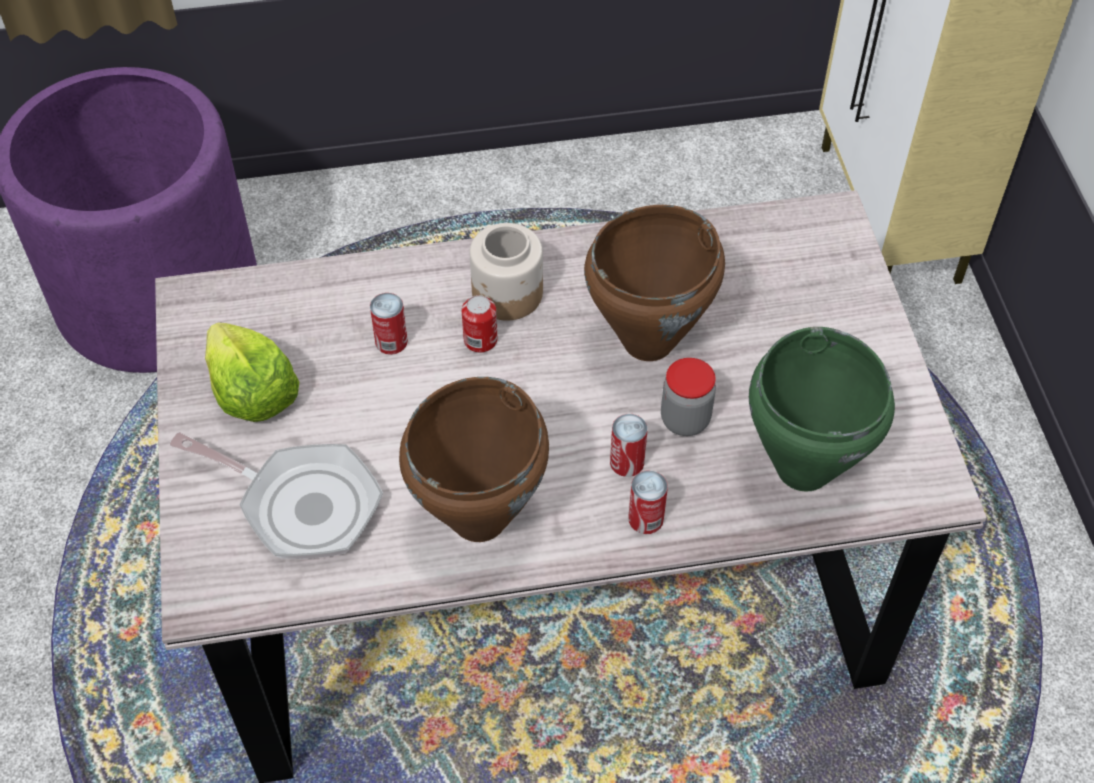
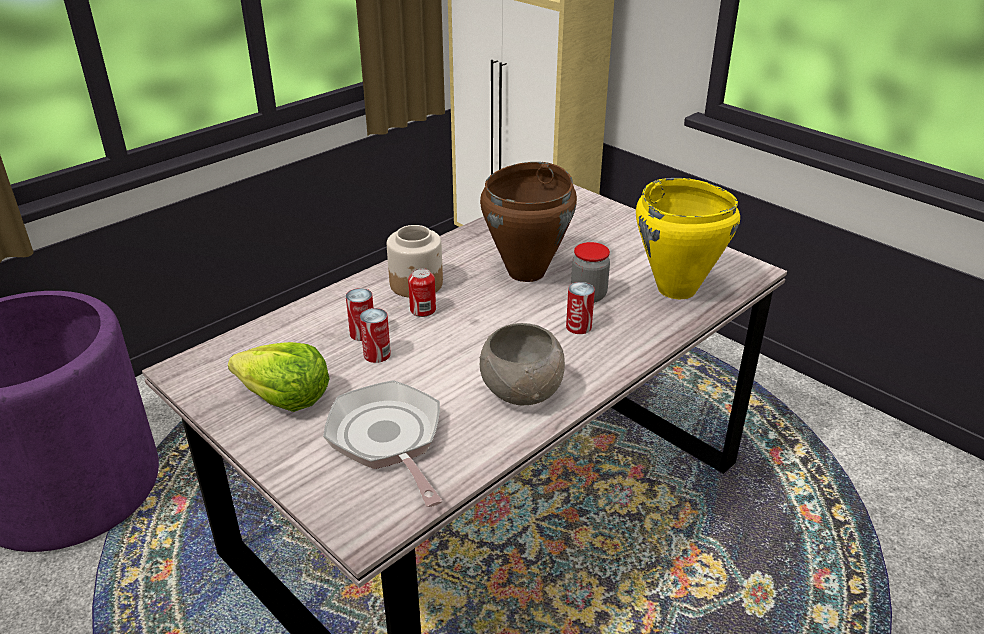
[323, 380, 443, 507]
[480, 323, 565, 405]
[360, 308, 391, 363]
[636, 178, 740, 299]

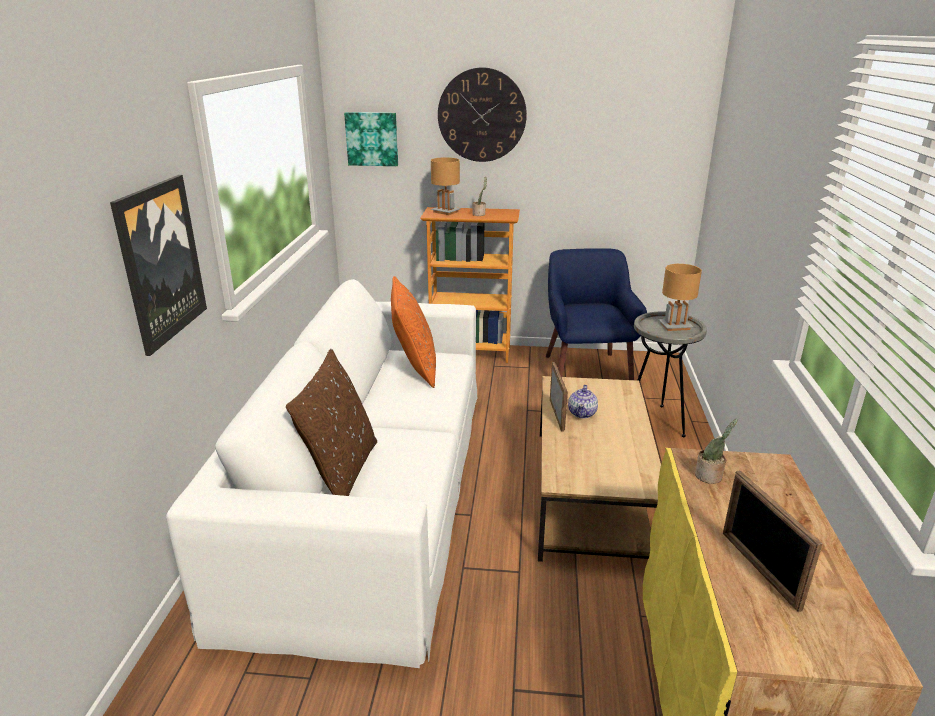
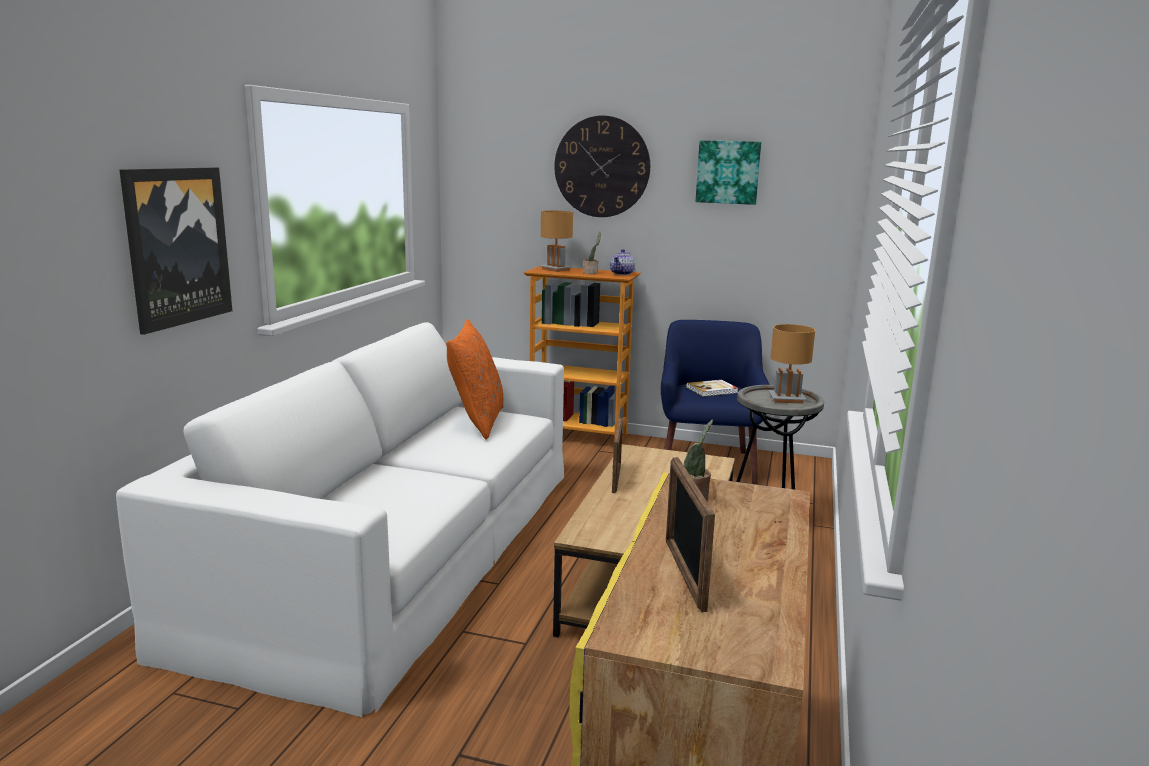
[286, 349, 377, 496] (first image)
[696, 140, 761, 205]
[610, 249, 635, 275]
[686, 380, 738, 397]

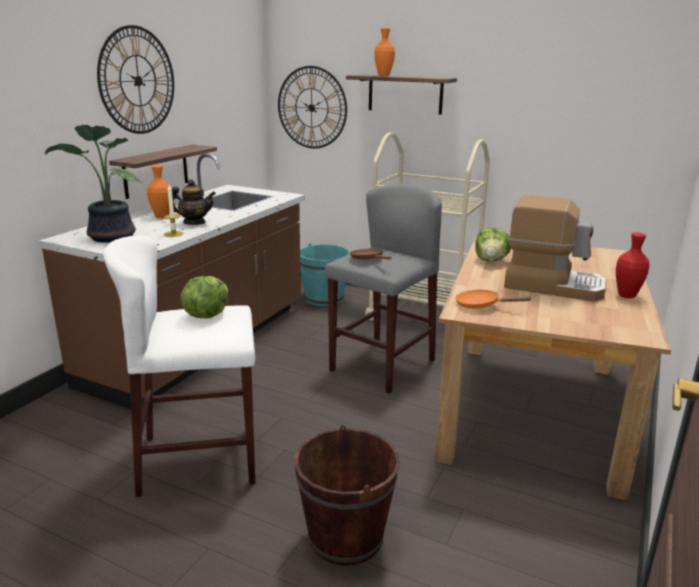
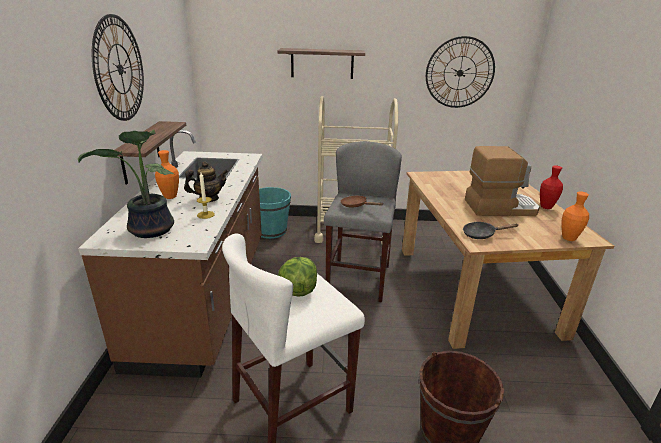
[426, 36, 495, 108]
[562, 191, 589, 241]
[463, 222, 519, 239]
[475, 227, 511, 262] (first image)

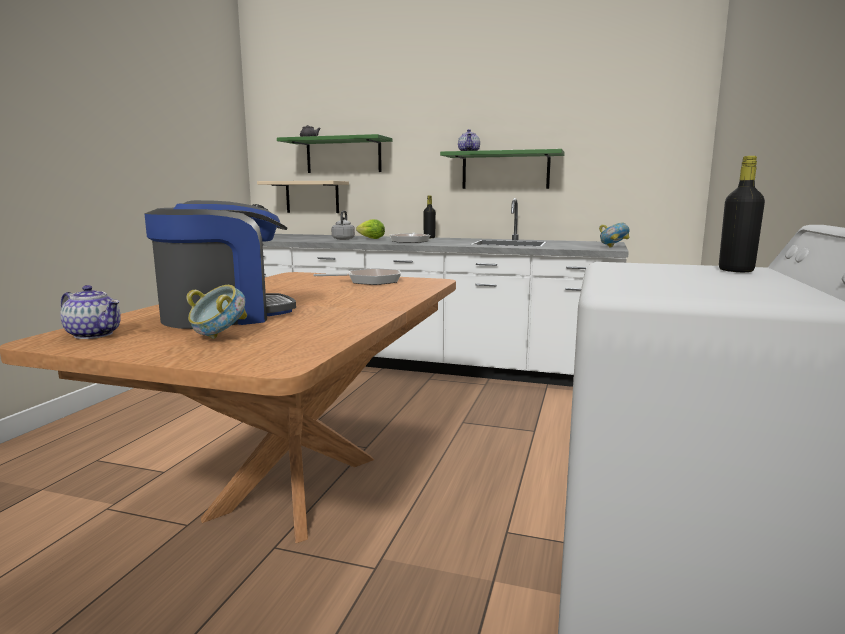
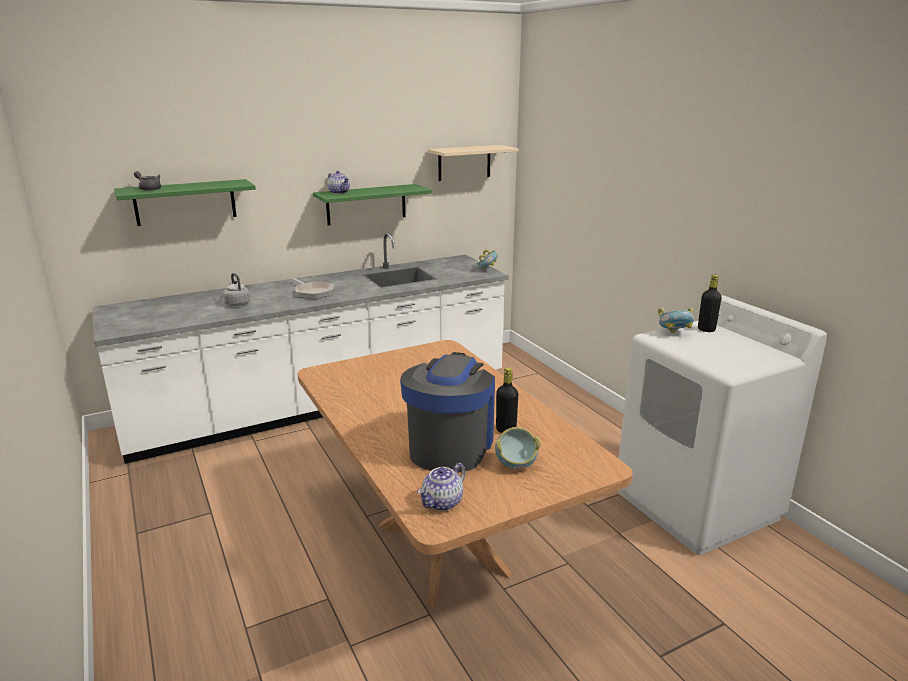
[417, 463, 466, 511]
[427, 145, 518, 181]
[314, 268, 401, 285] (first image)
[356, 219, 385, 239] (first image)
[496, 368, 518, 433]
[658, 308, 694, 333]

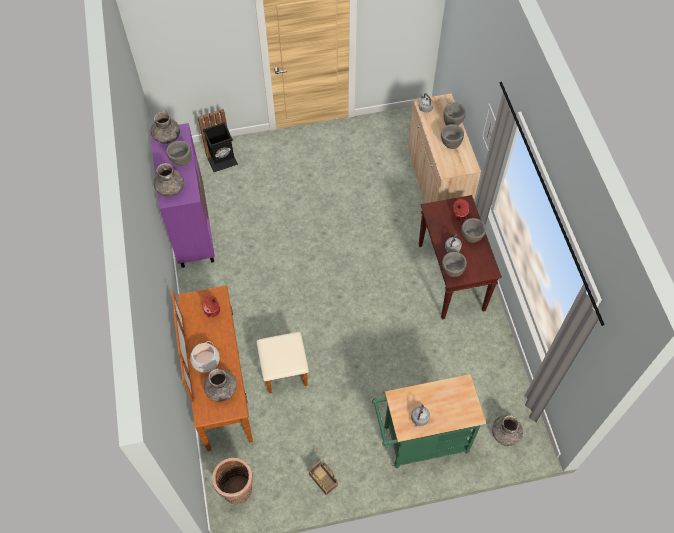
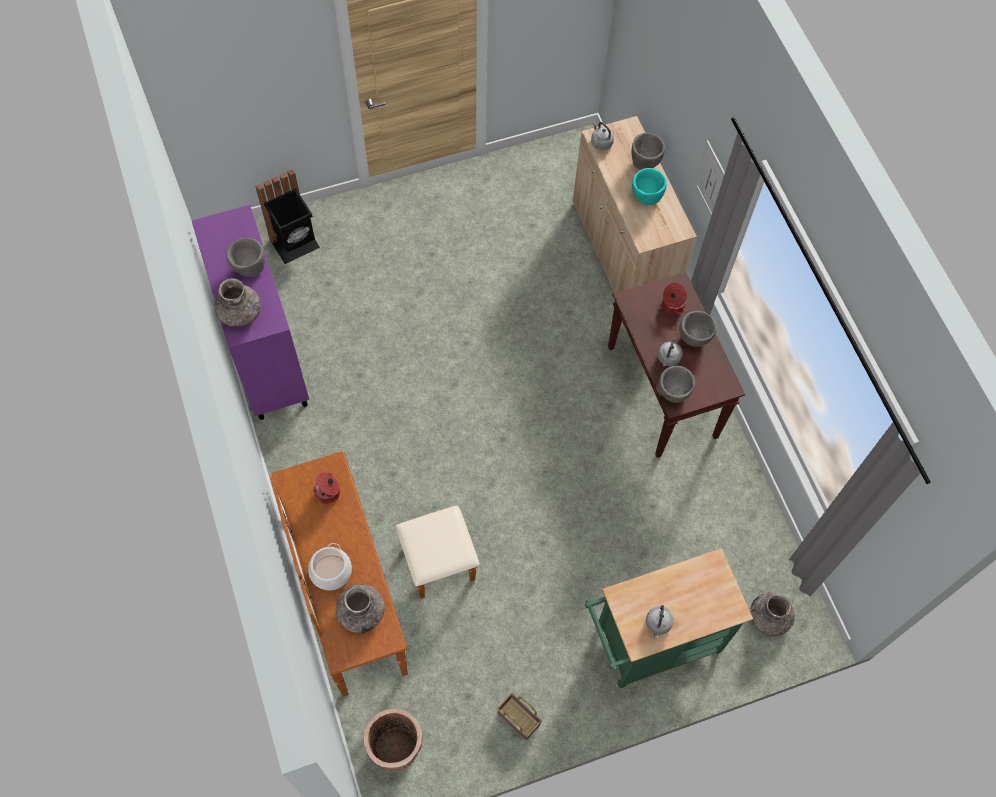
[151, 111, 180, 144] (first image)
[632, 168, 667, 205]

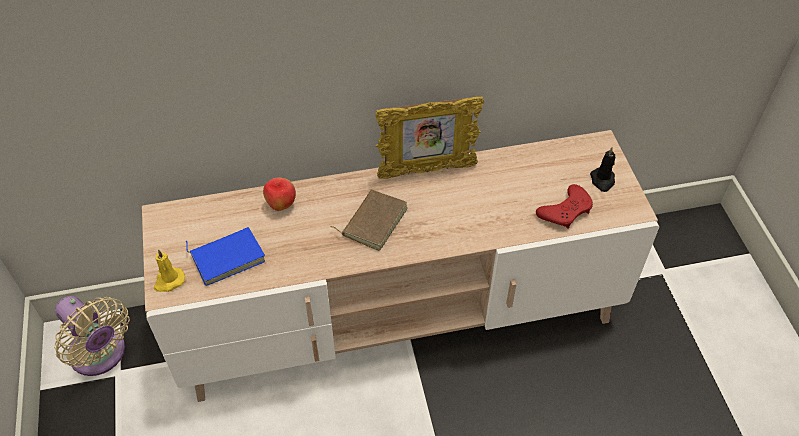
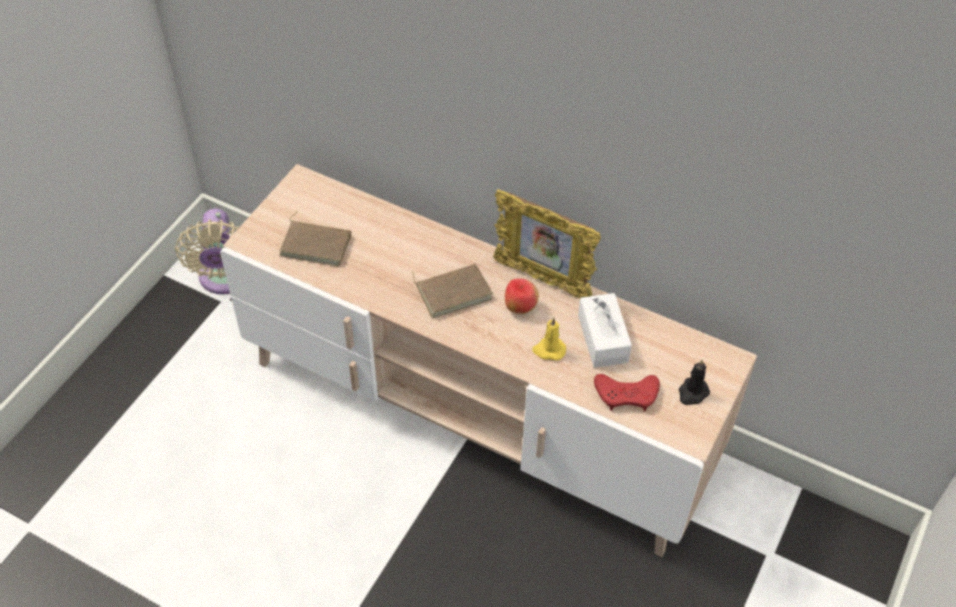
[532, 317, 566, 360]
[279, 211, 351, 267]
[505, 278, 539, 314]
[578, 293, 632, 368]

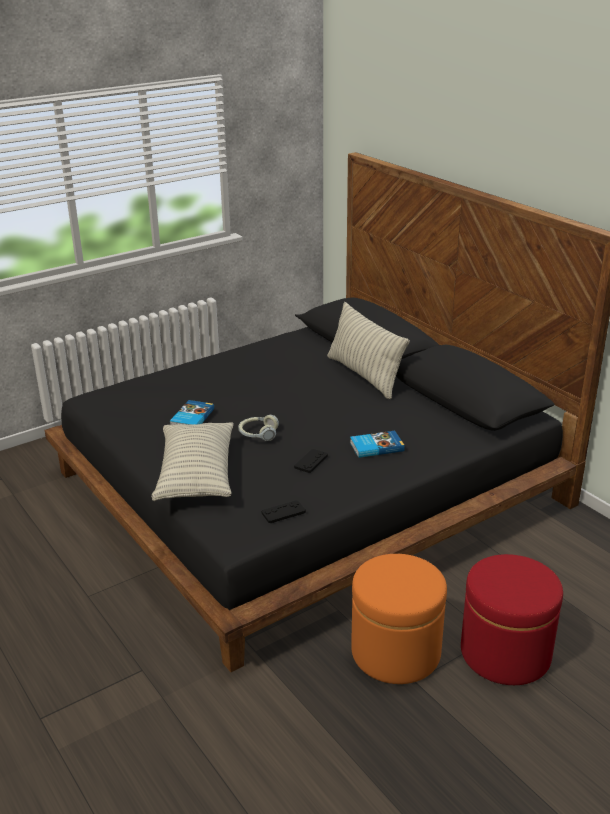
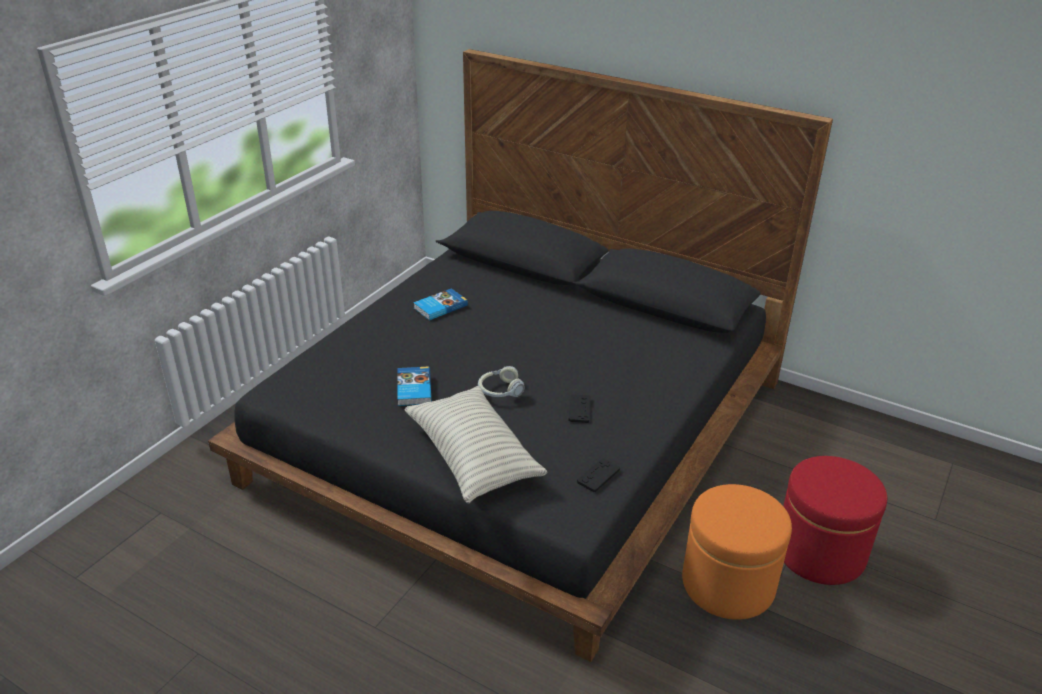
[327, 302, 410, 399] (first image)
[414, 288, 468, 320]

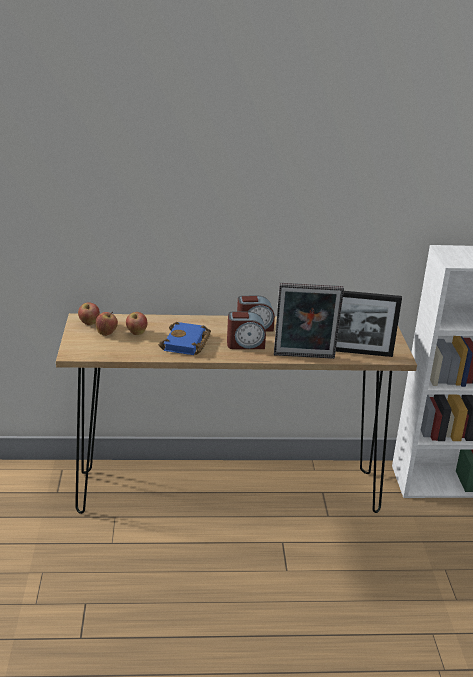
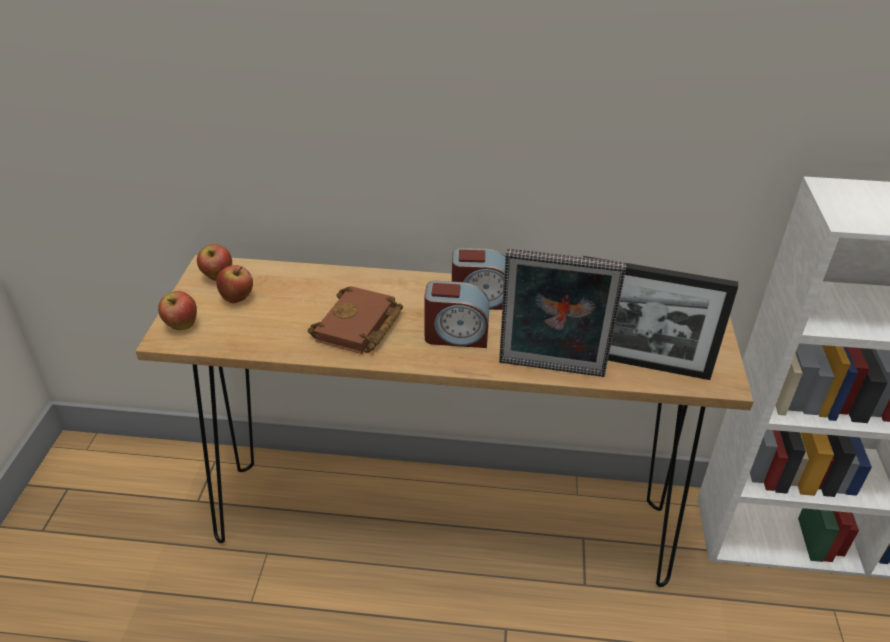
[158, 291, 197, 330]
[308, 286, 403, 354]

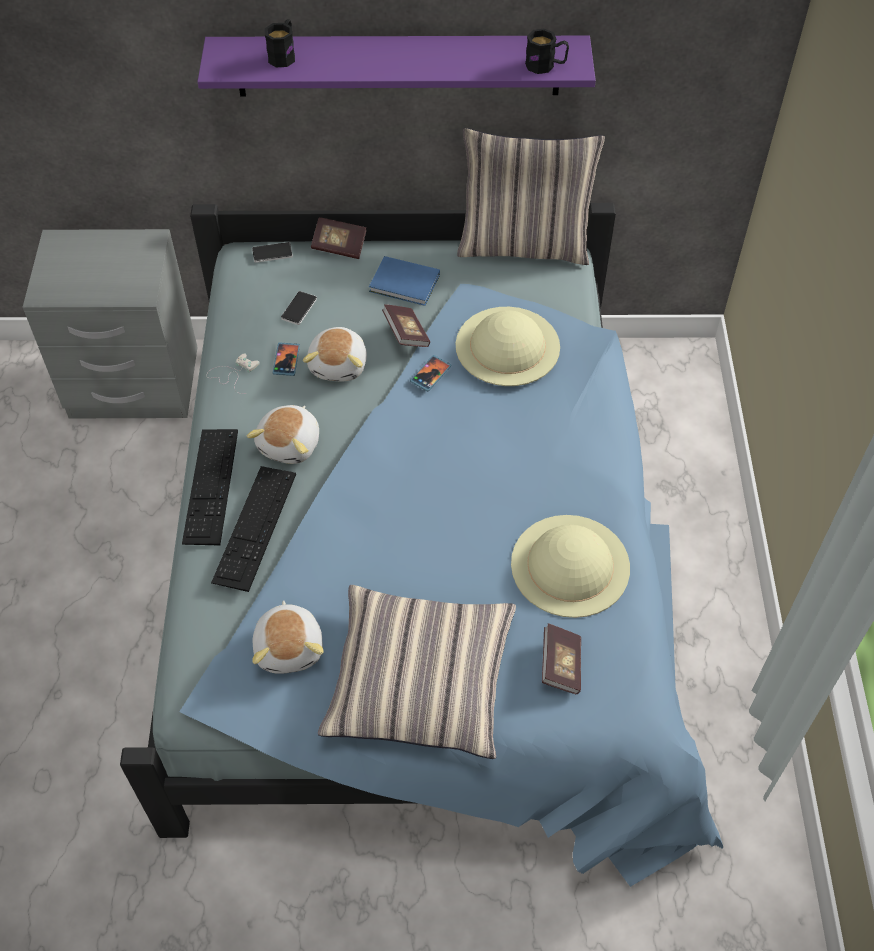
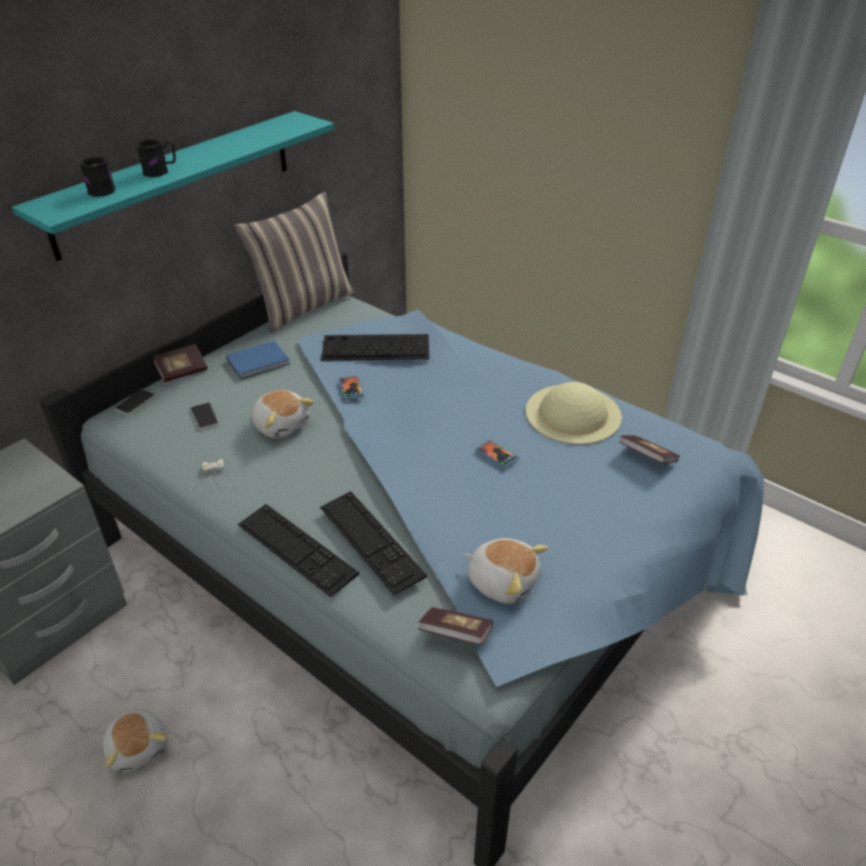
[12, 111, 334, 261]
[103, 709, 167, 773]
[476, 440, 519, 468]
[318, 585, 516, 759] (first image)
[419, 607, 493, 645]
[321, 334, 429, 361]
[136, 139, 176, 177]

